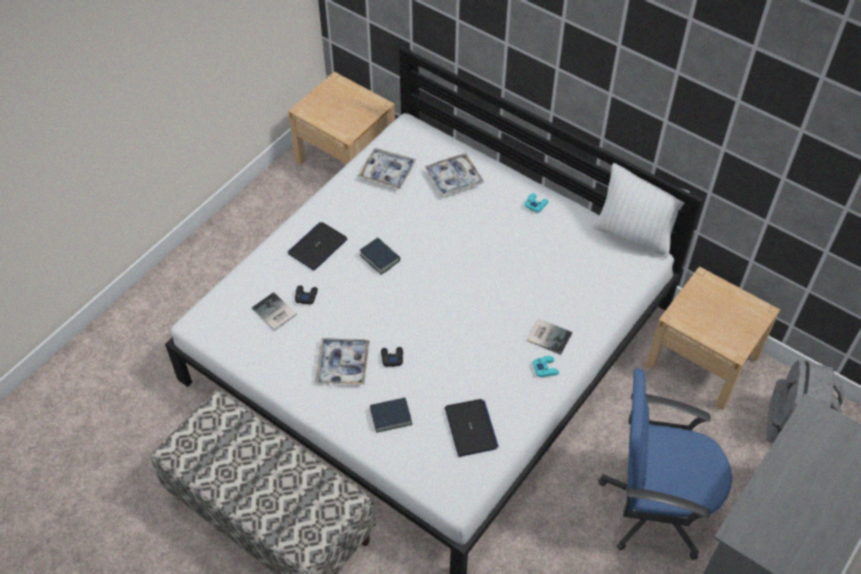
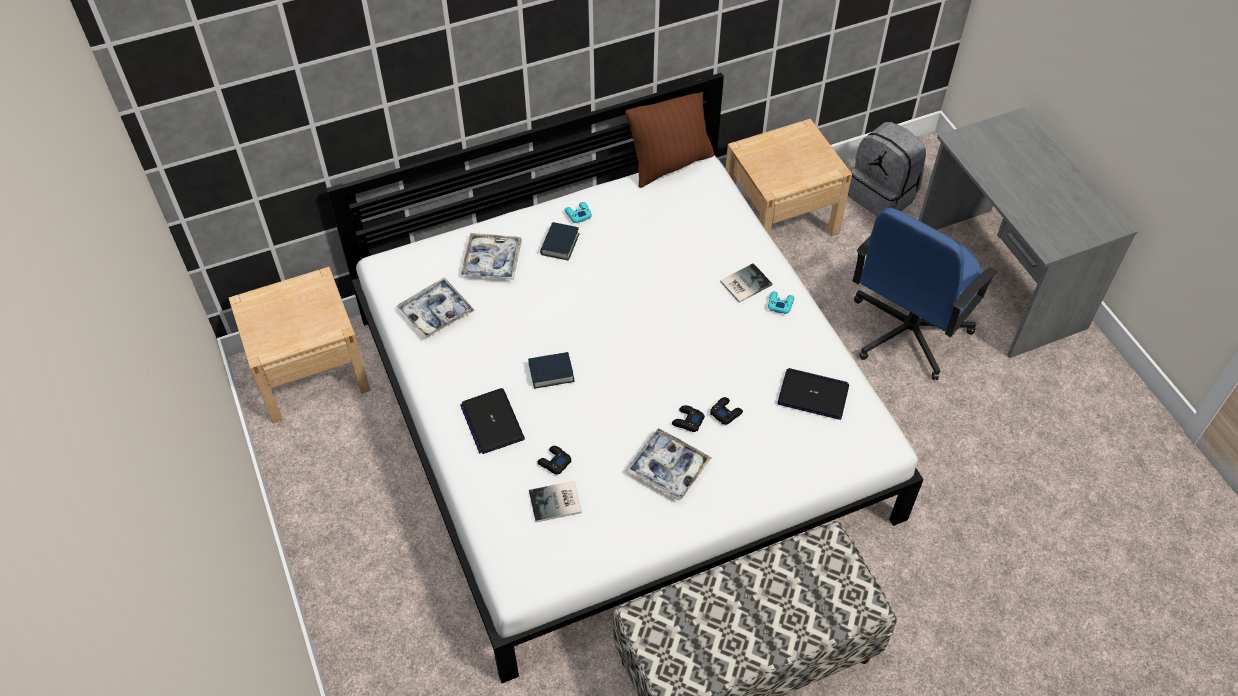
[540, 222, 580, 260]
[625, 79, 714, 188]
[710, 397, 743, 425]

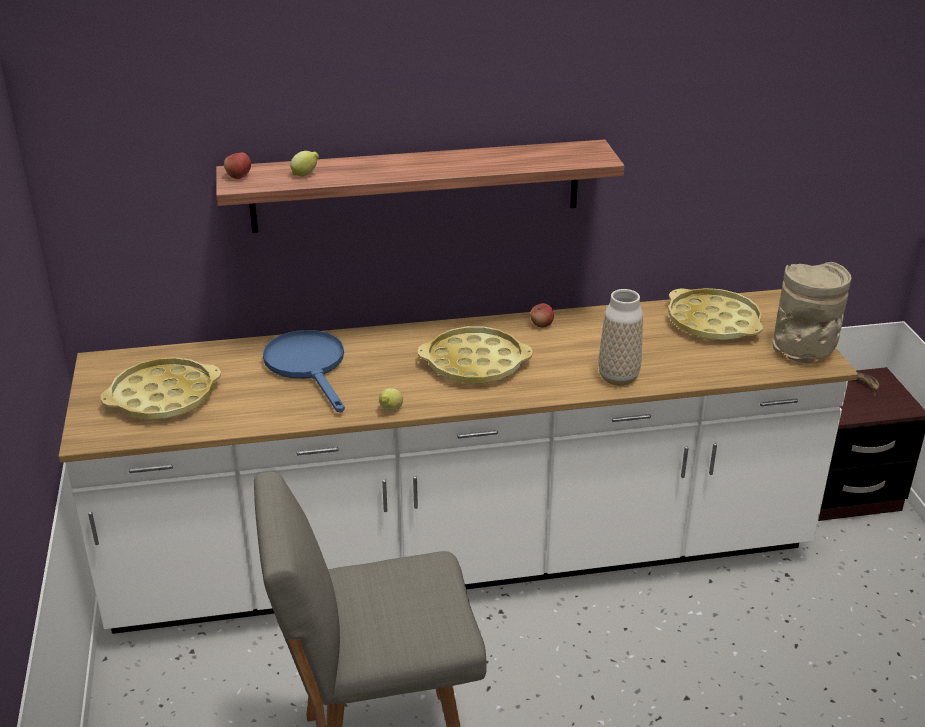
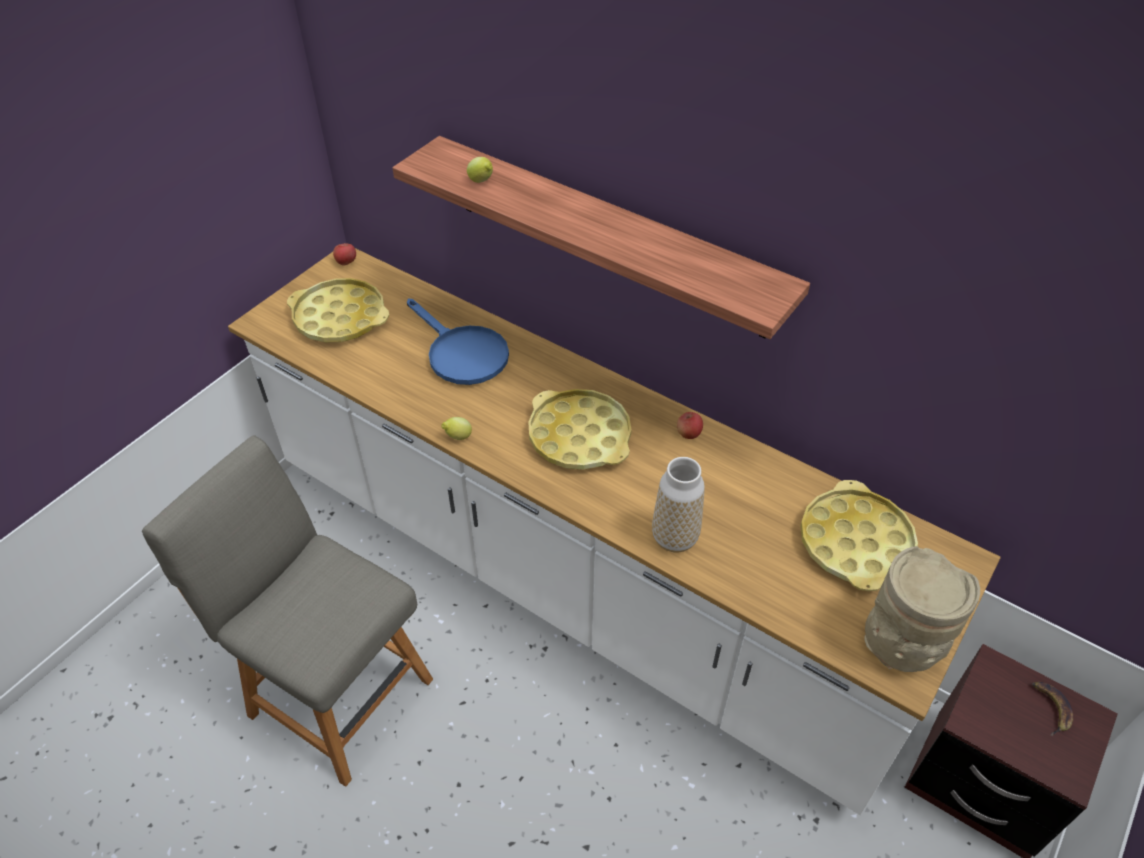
[333, 244, 356, 265]
[407, 298, 509, 385]

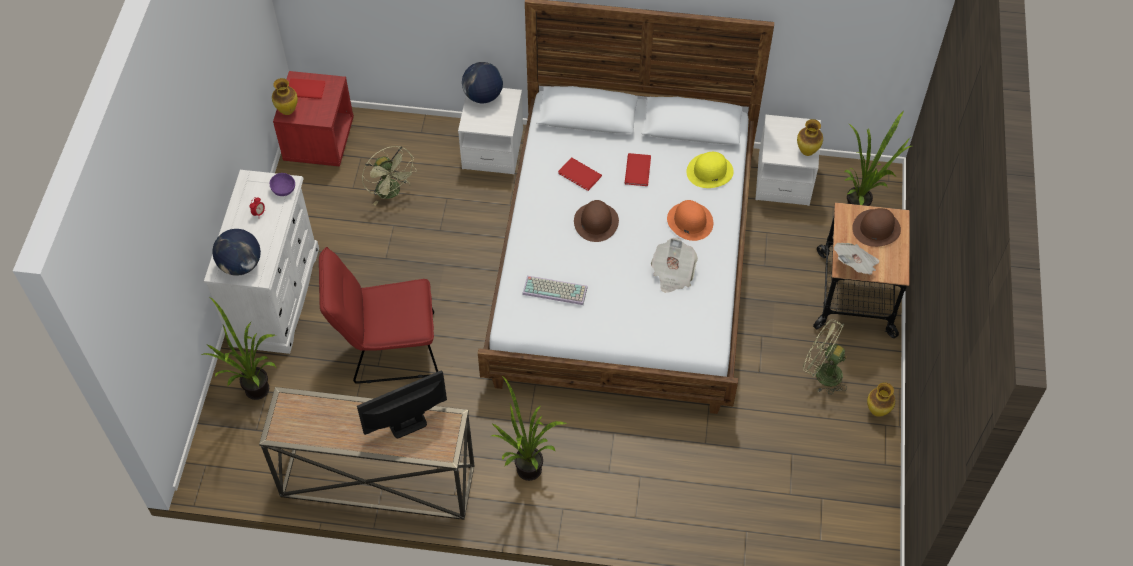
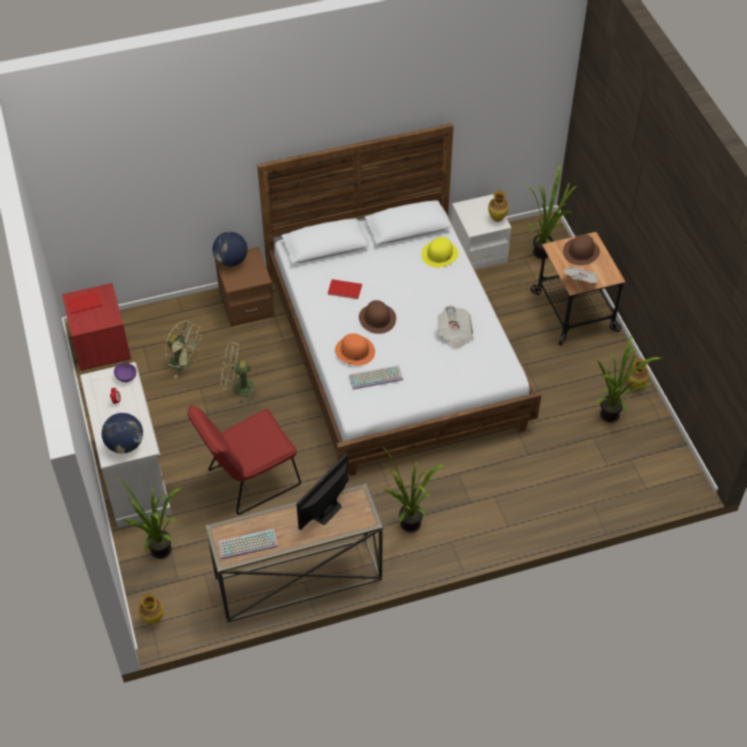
[139, 594, 164, 625]
[215, 247, 275, 327]
[625, 153, 651, 186] (first image)
[335, 333, 375, 366]
[221, 342, 259, 403]
[218, 529, 278, 559]
[596, 335, 661, 423]

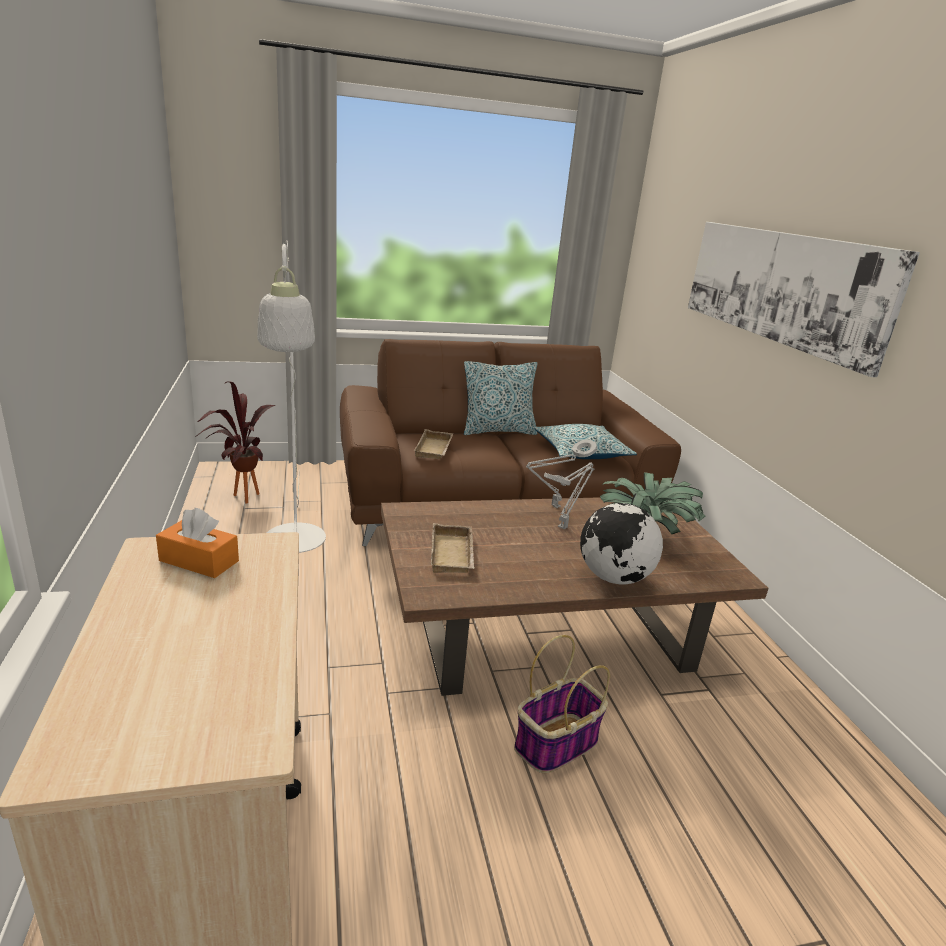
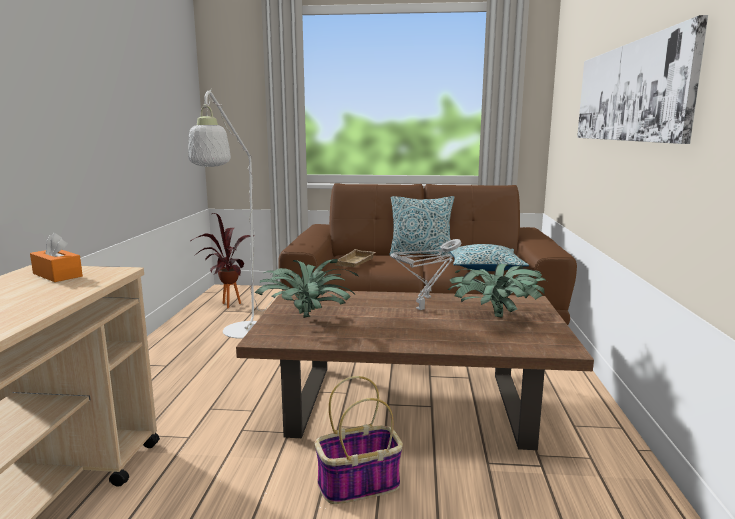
[255, 259, 358, 318]
[580, 503, 663, 585] (first image)

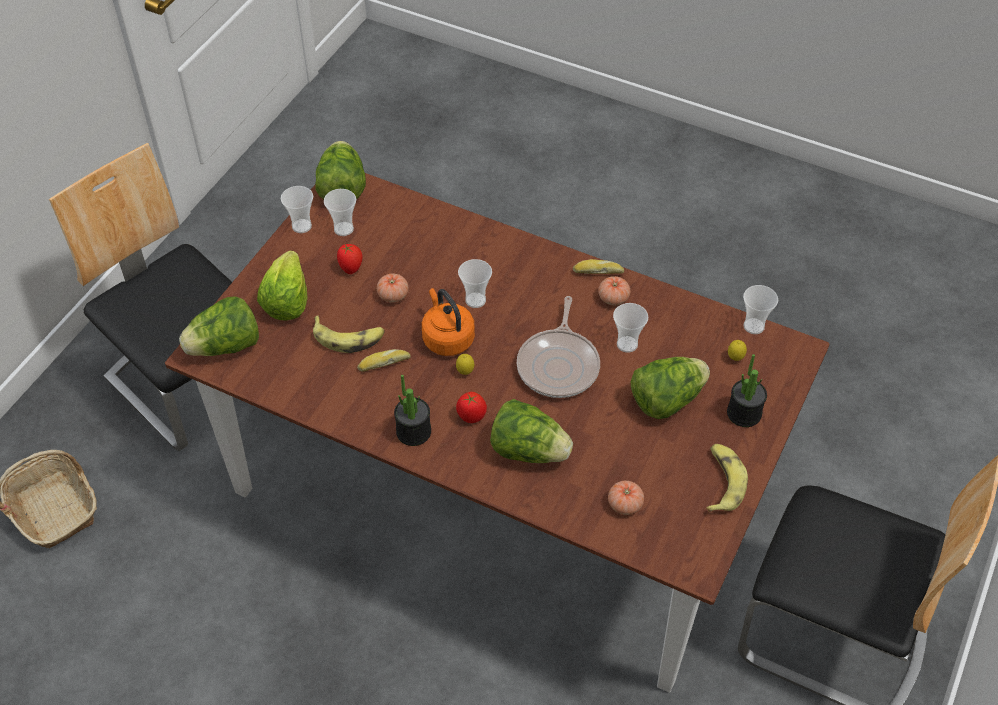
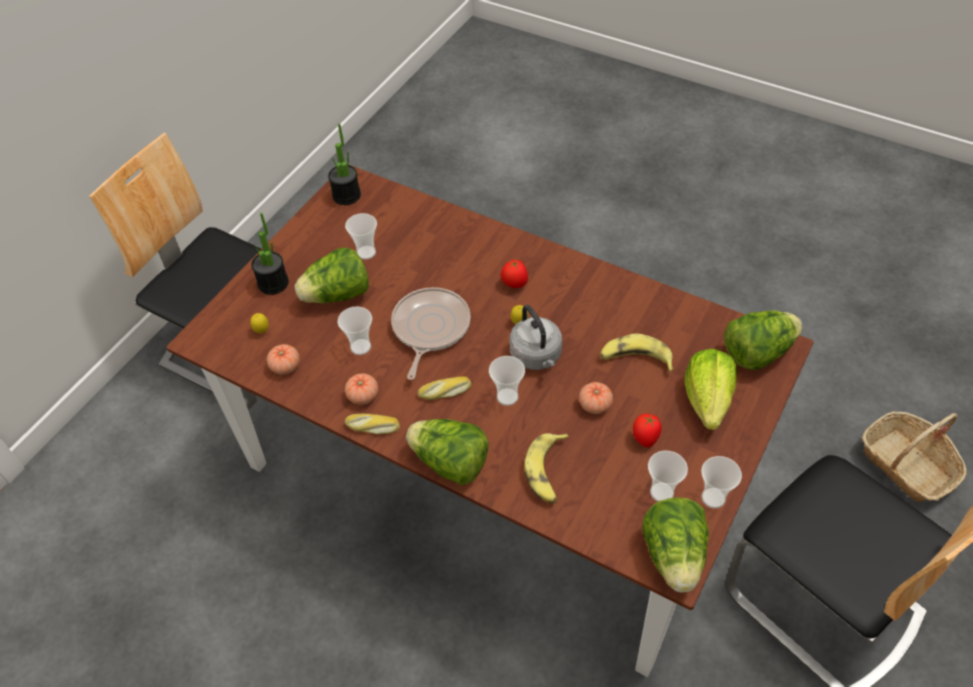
[418, 376, 472, 400]
[328, 123, 361, 205]
[509, 305, 562, 370]
[406, 419, 489, 485]
[267, 344, 300, 375]
[525, 433, 569, 504]
[345, 213, 377, 260]

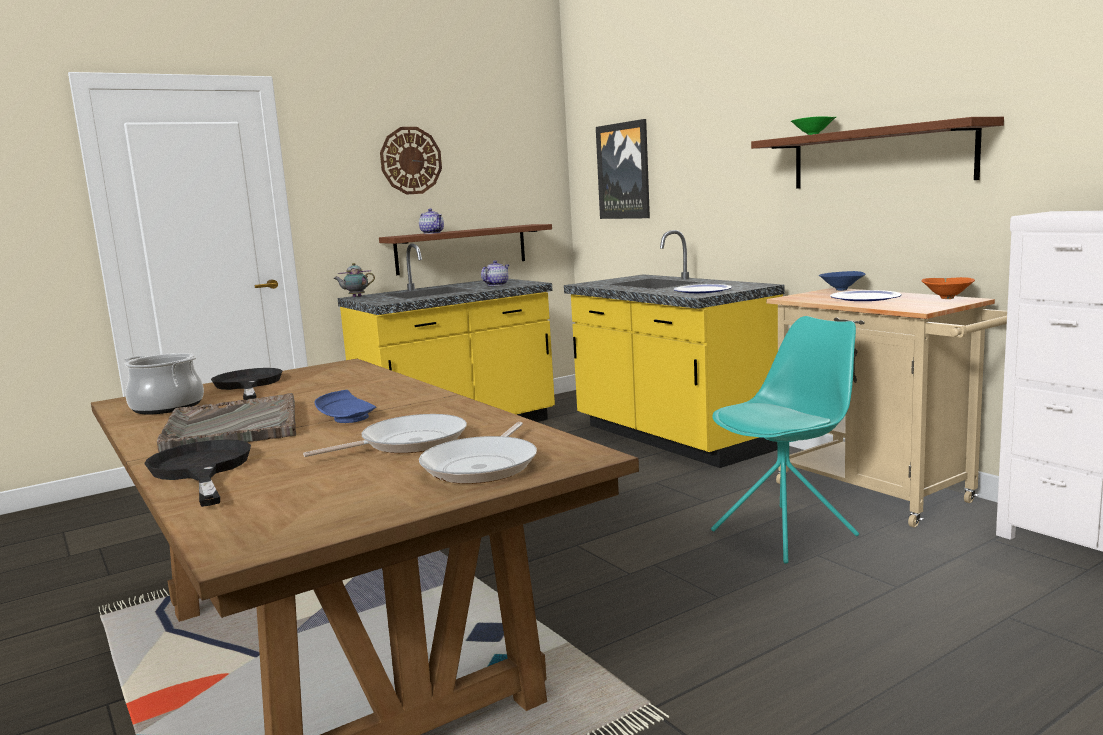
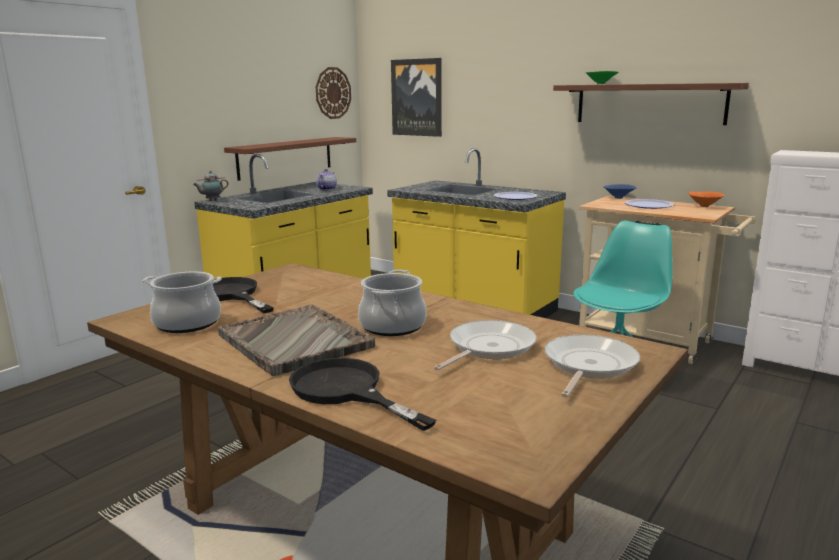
[358, 270, 427, 336]
[316, 67, 351, 119]
[419, 208, 444, 234] (first image)
[545, 334, 640, 398]

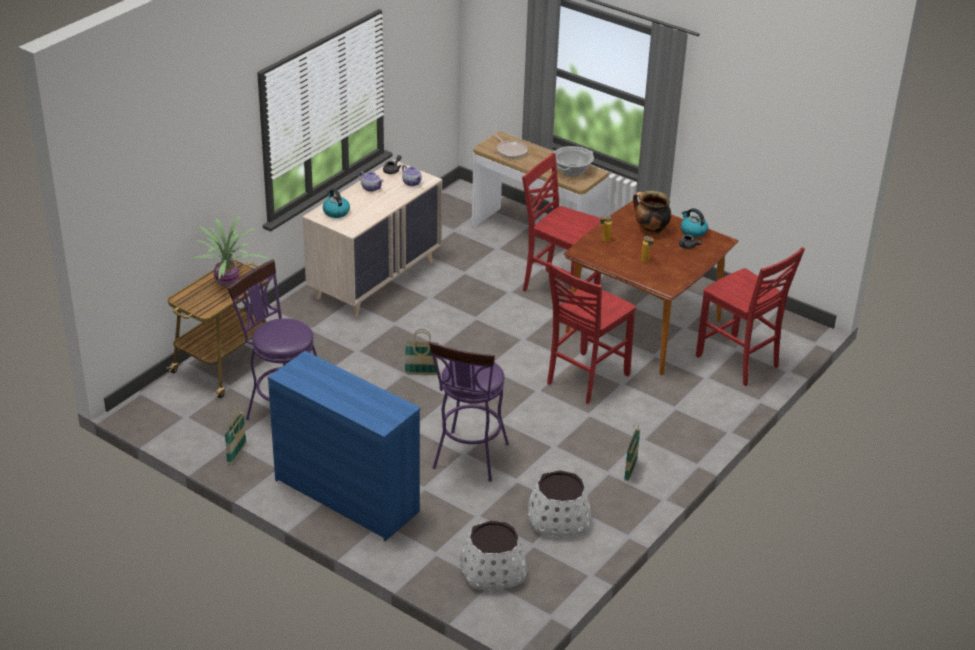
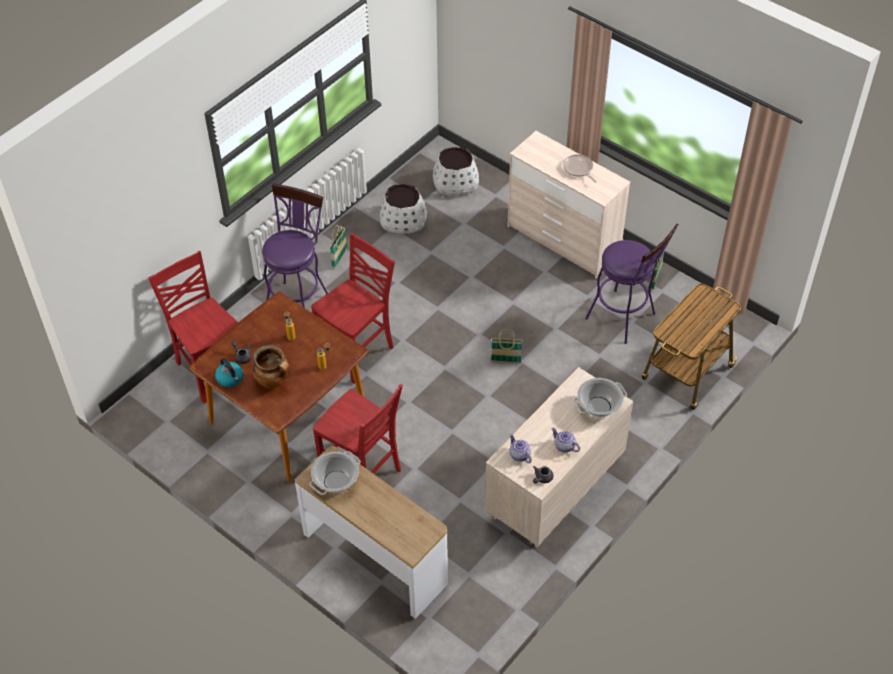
[189, 216, 270, 286] (first image)
[507, 131, 630, 279]
[573, 378, 627, 417]
[262, 183, 328, 308]
[563, 154, 597, 183]

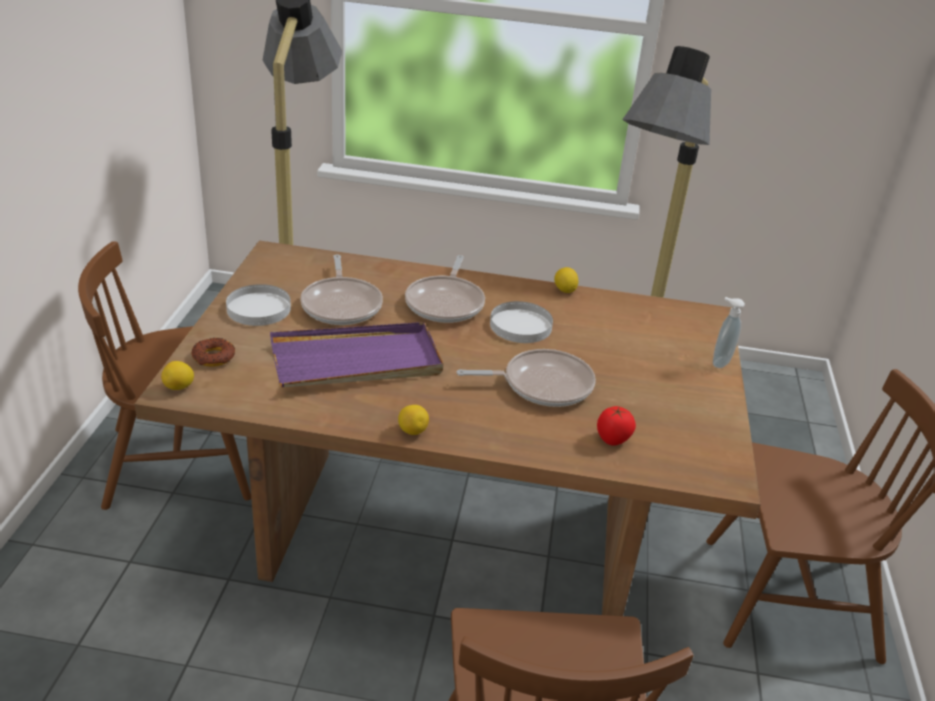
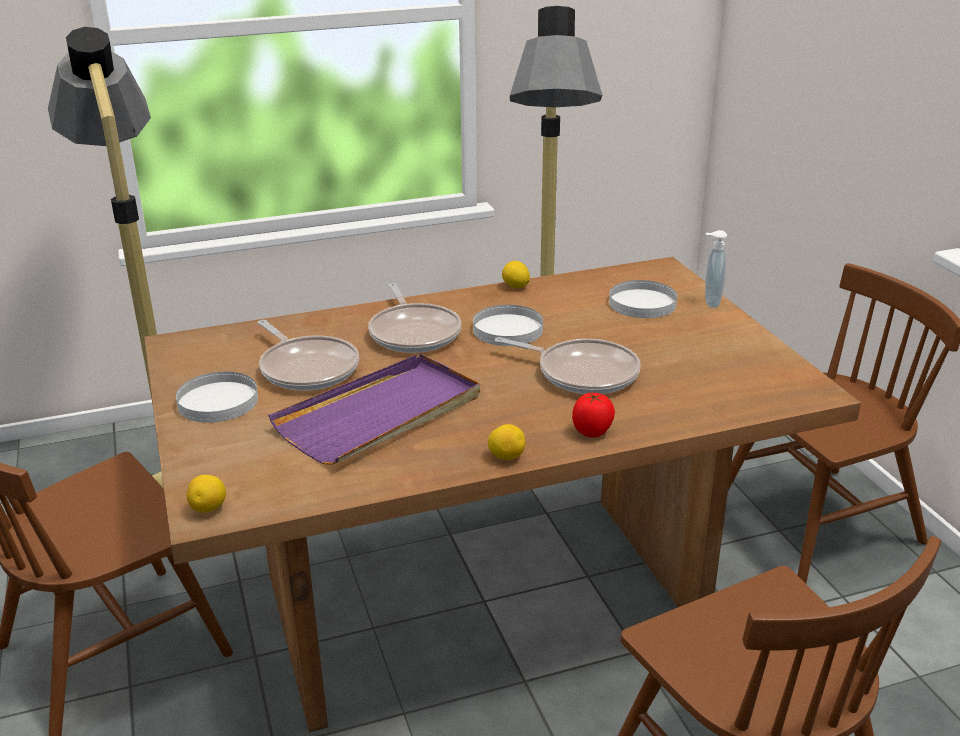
[191, 338, 235, 367] (first image)
[495, 337, 641, 394]
[572, 393, 615, 438]
[609, 280, 677, 318]

